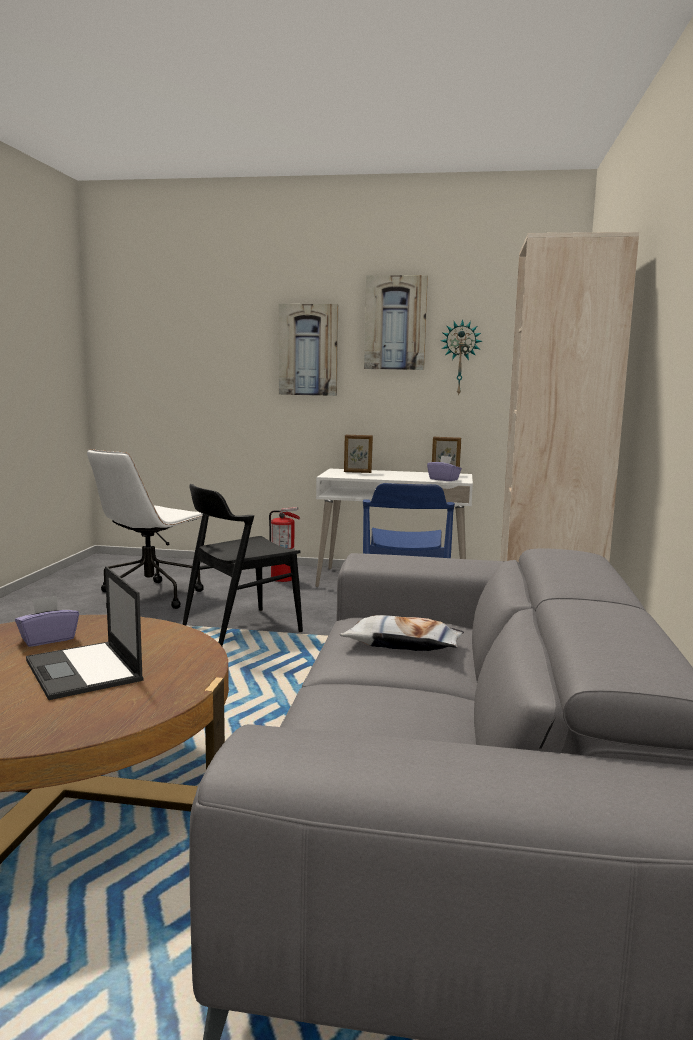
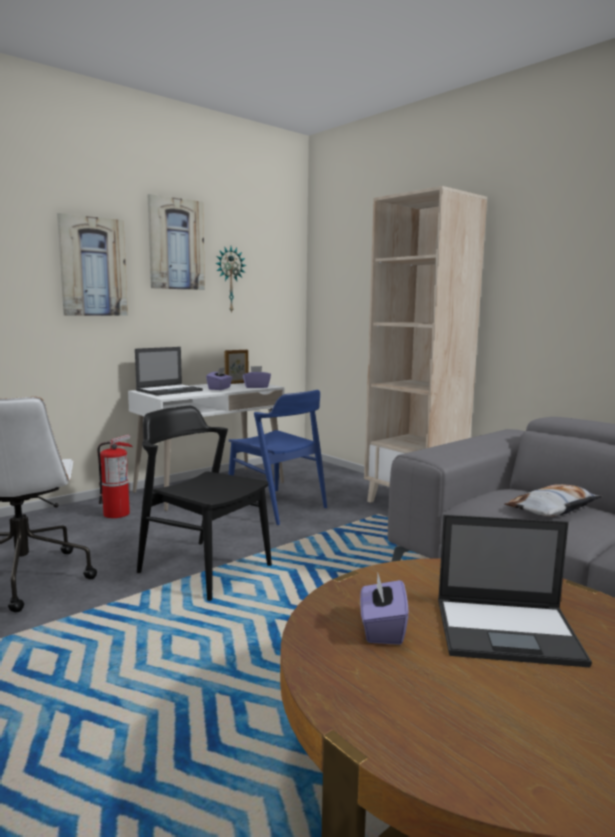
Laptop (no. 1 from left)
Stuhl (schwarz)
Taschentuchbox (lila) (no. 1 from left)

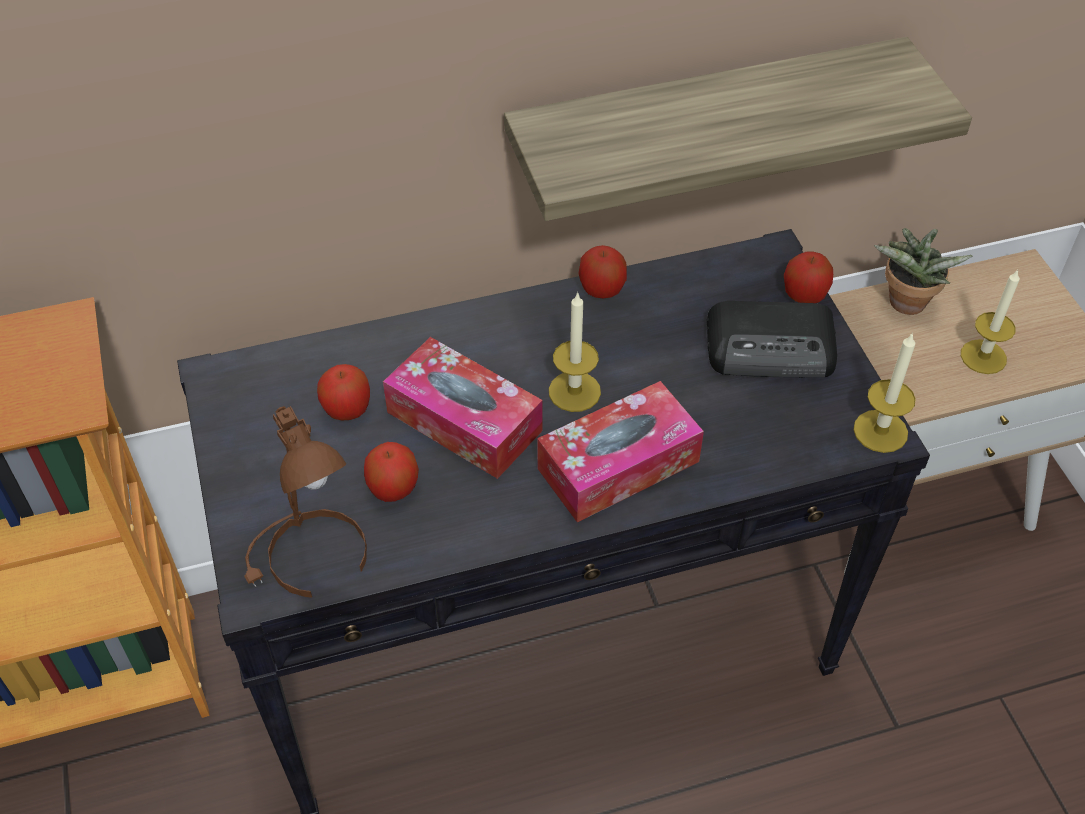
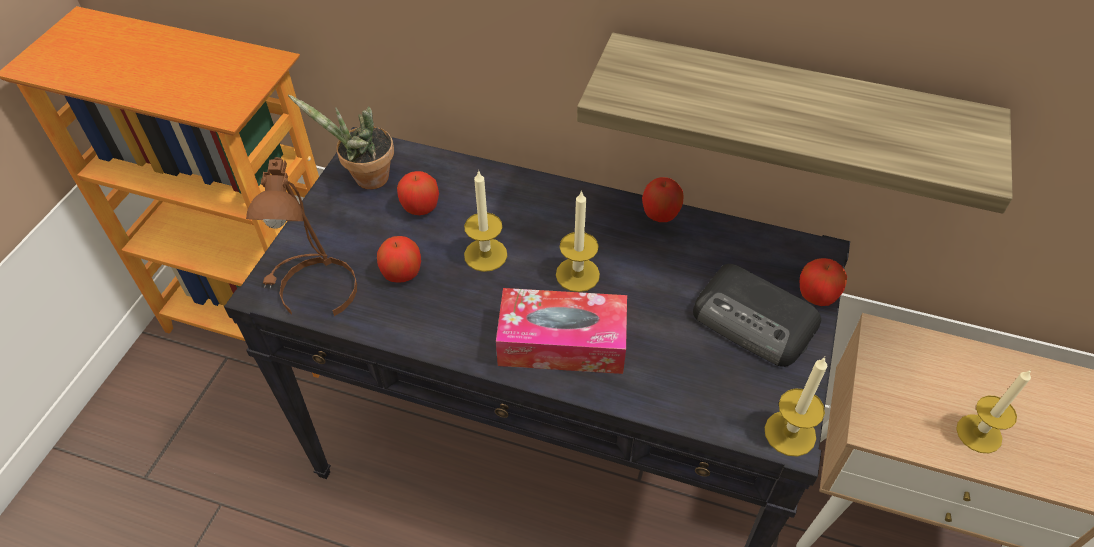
Topfpflanze
Kerze (no. 1 from left)

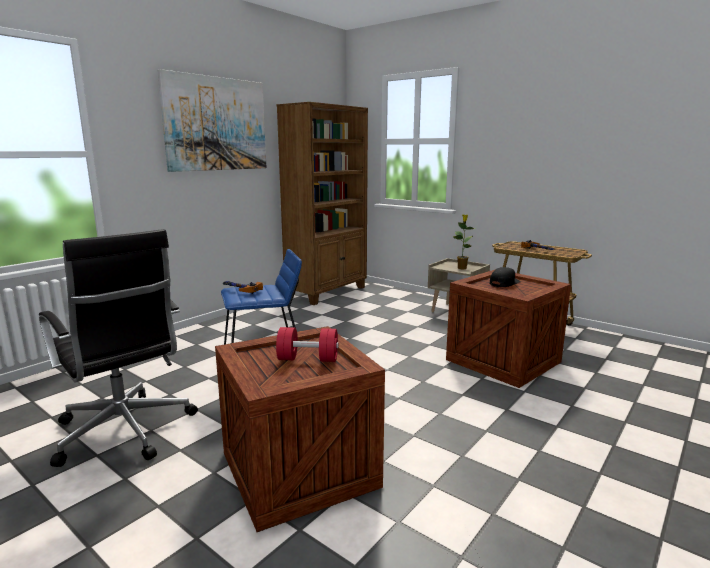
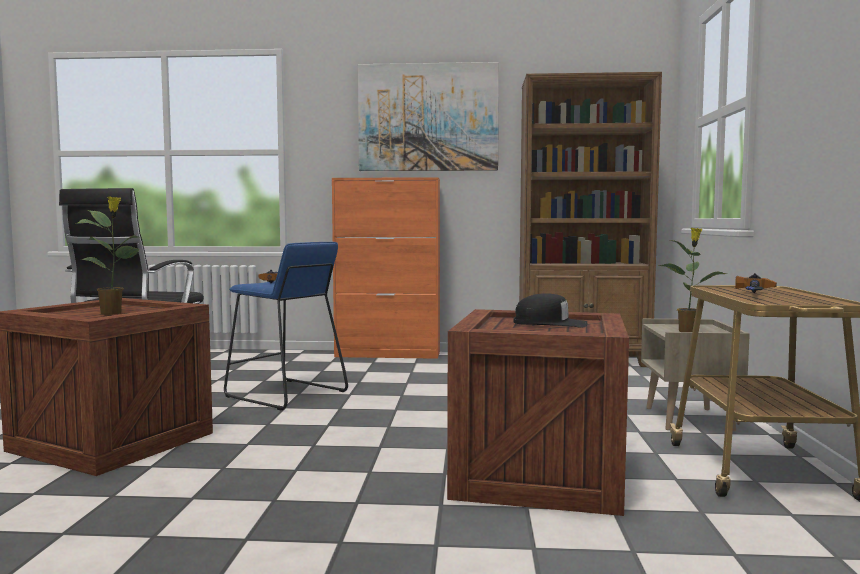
Topfpflanze (no. 1 from left)
Schrank (orange)

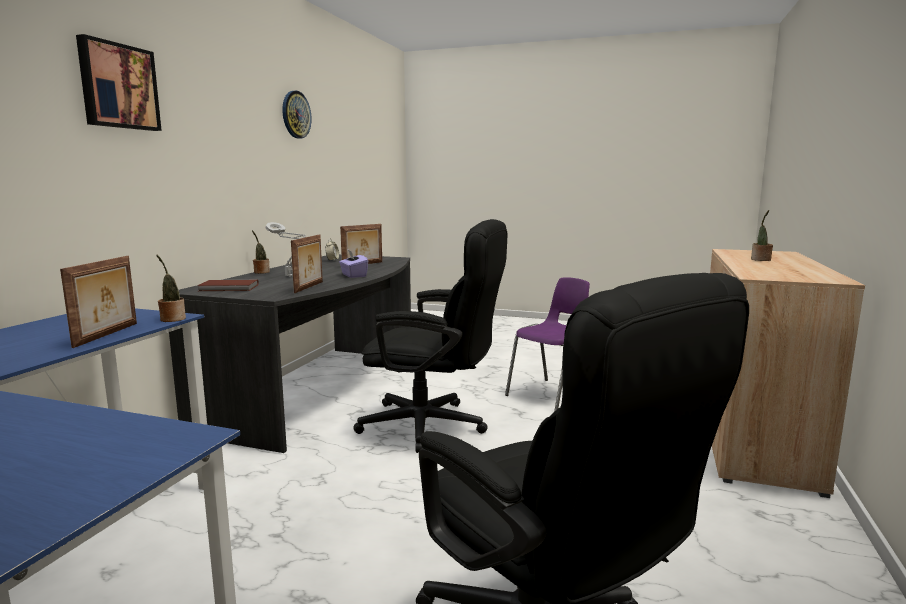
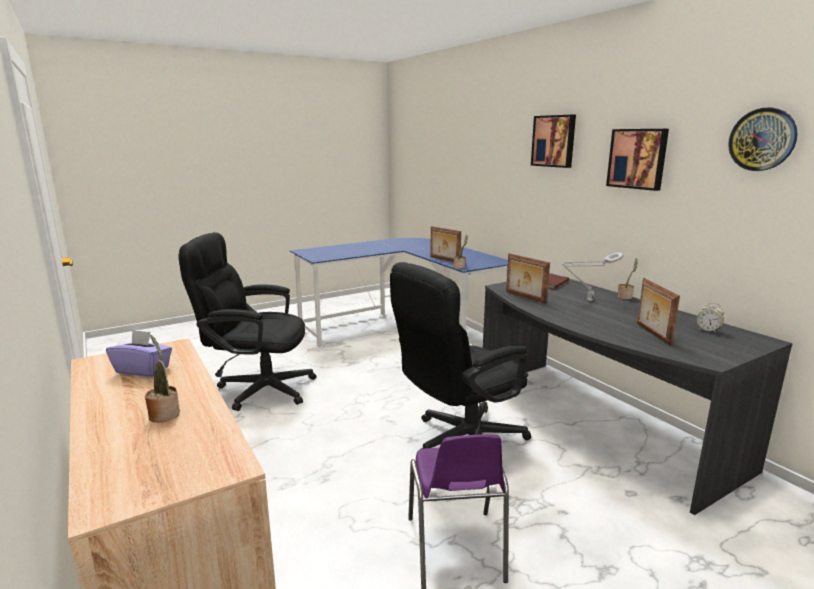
Taschentuchbox (lila)
Bild (no. 2 from left)

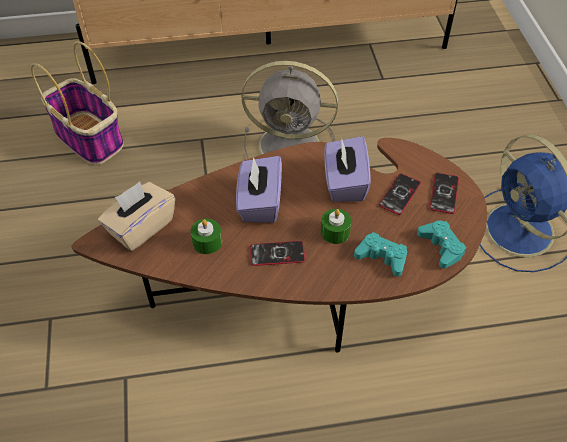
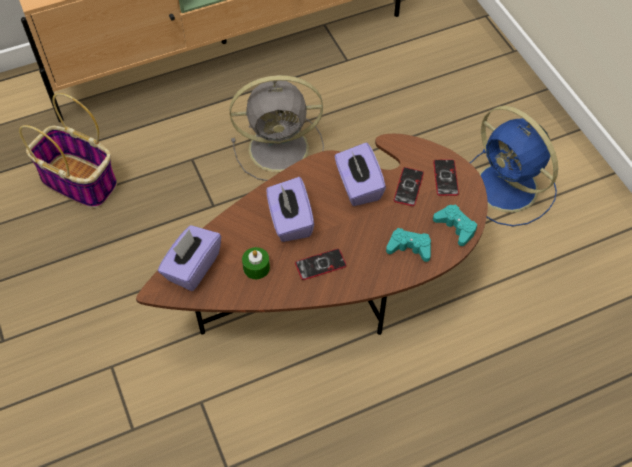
Taschentuchbox (lila) (no. 1 from left)
Kerze (grün) (no. 2 from left in the first image)

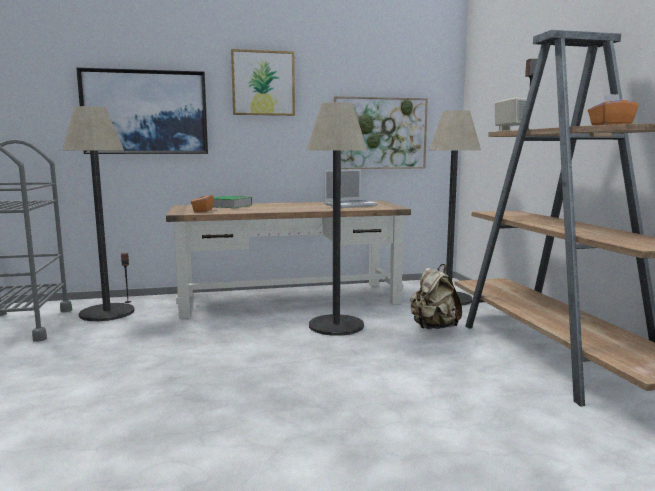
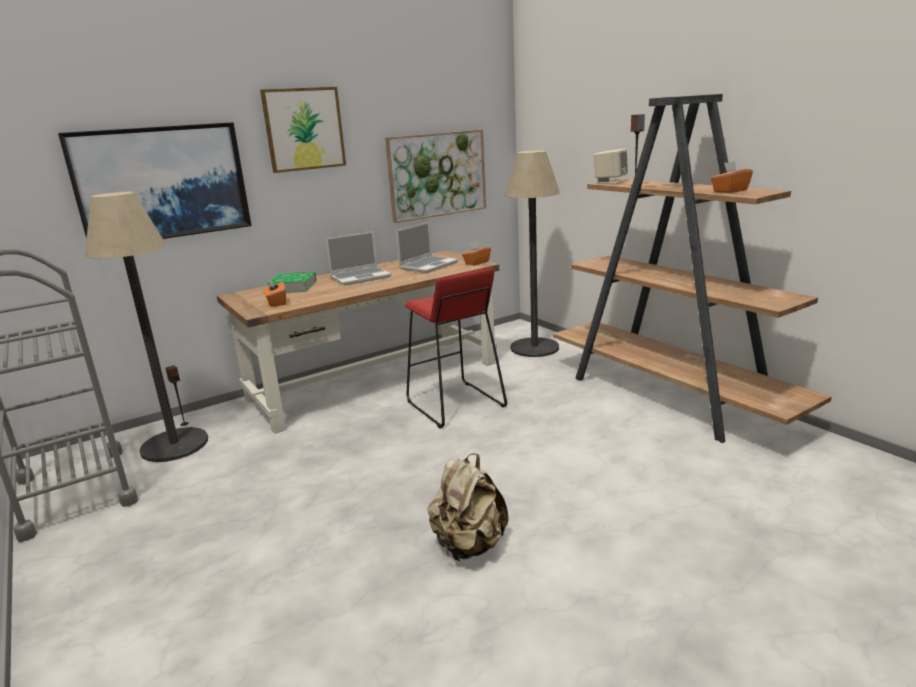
Hocker (rot)
Rucksack (beige)
Laptop (no. 1 from left)
Taschentuchbox (orange) (no. 2 from left)

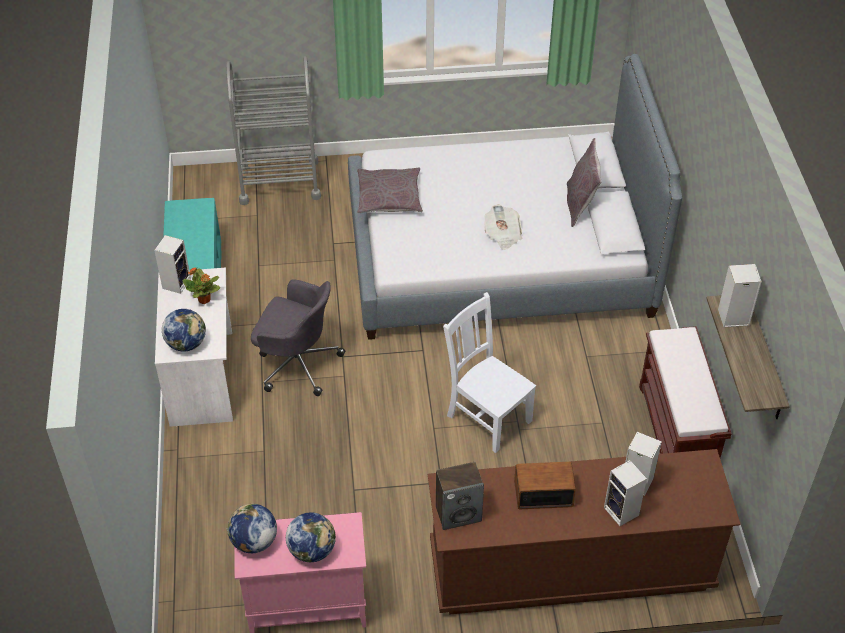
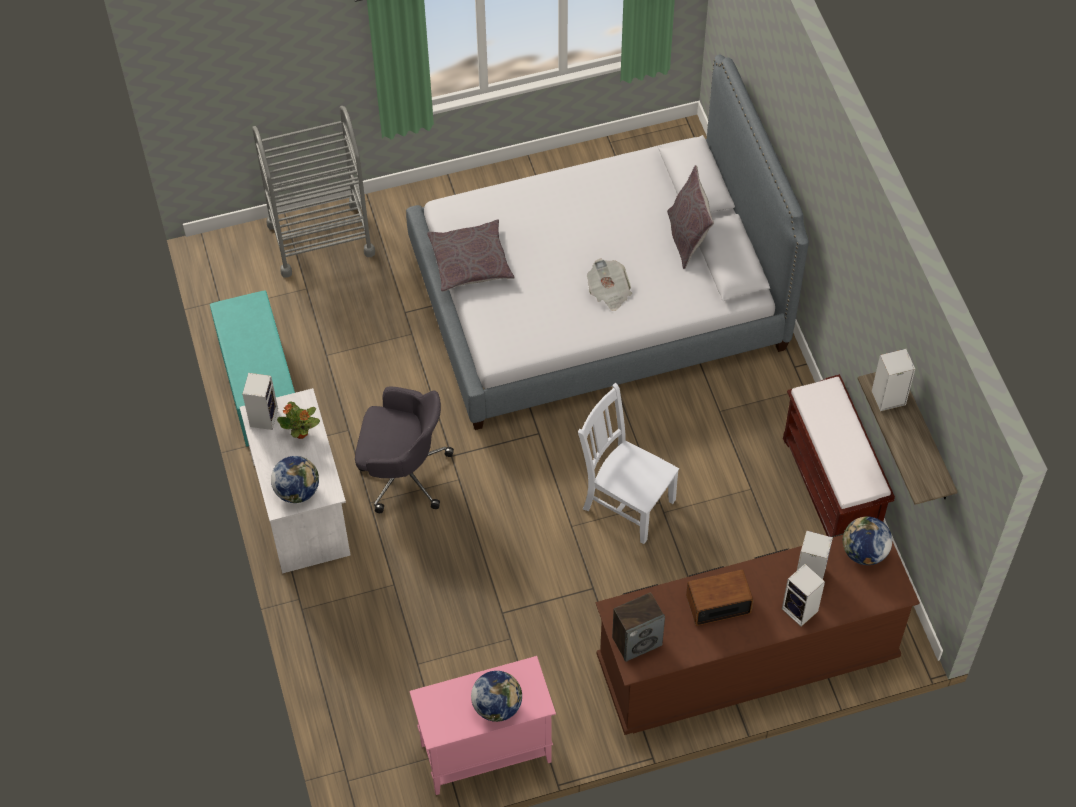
Globus (no. 3 from left)

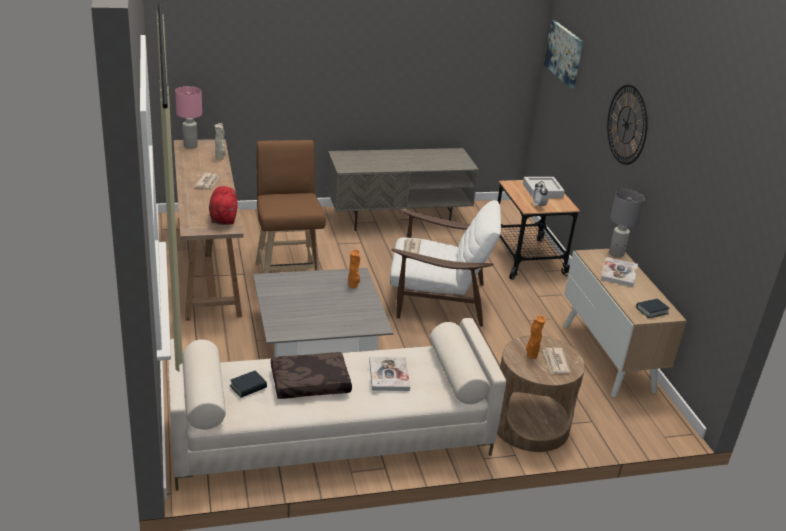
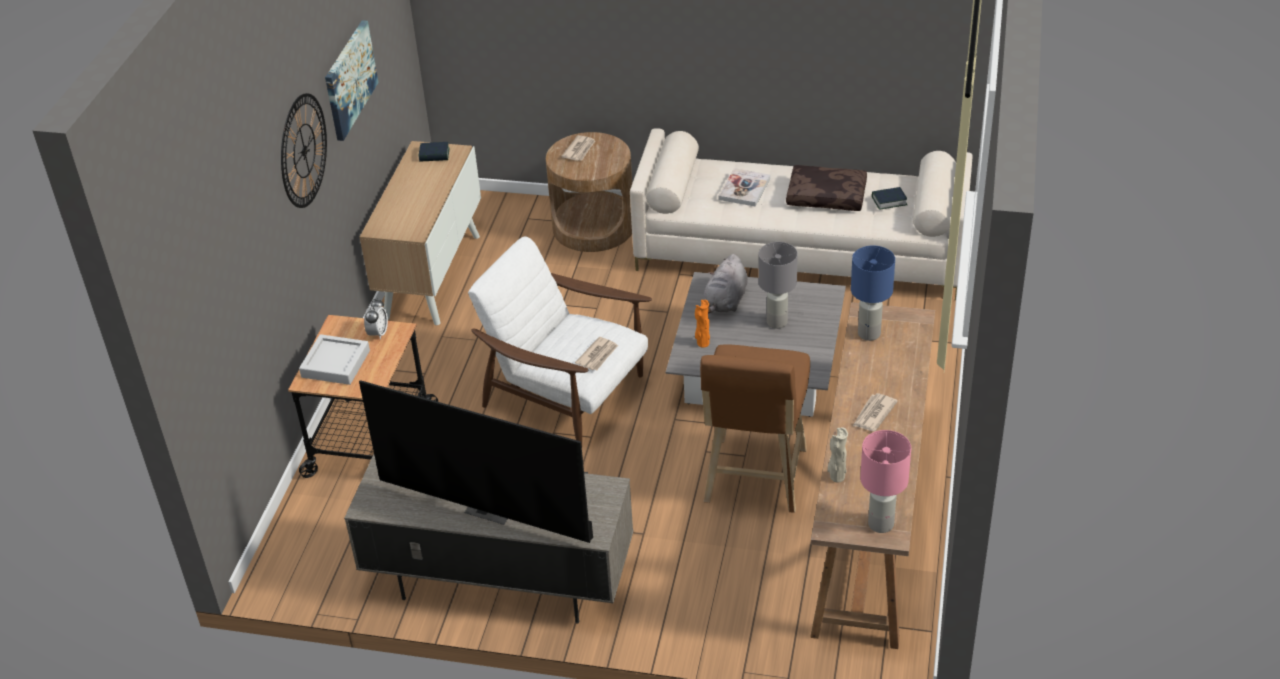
Bild
Tischlampe (blau)
Tischlampe (grau)
Buch (no. 3 from left in the first image)
Vase (orange) (no. 2 from left in the first image)
Plüschtier (grau)
Fernseher

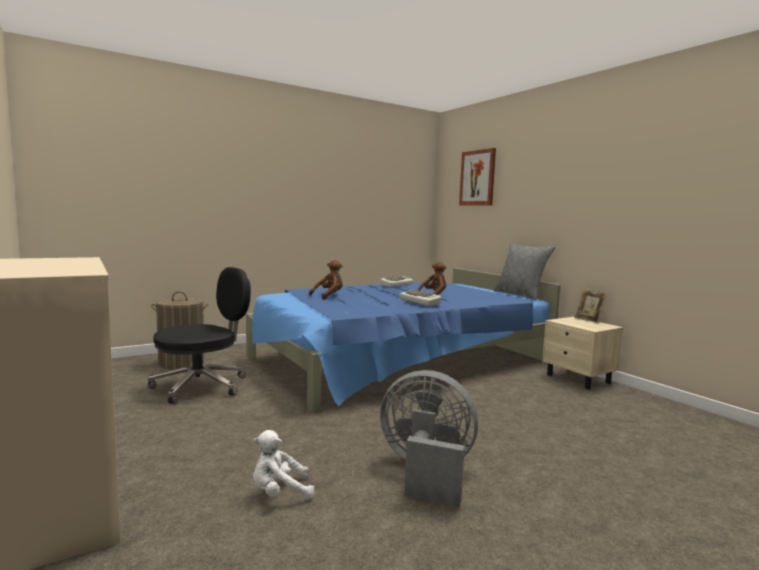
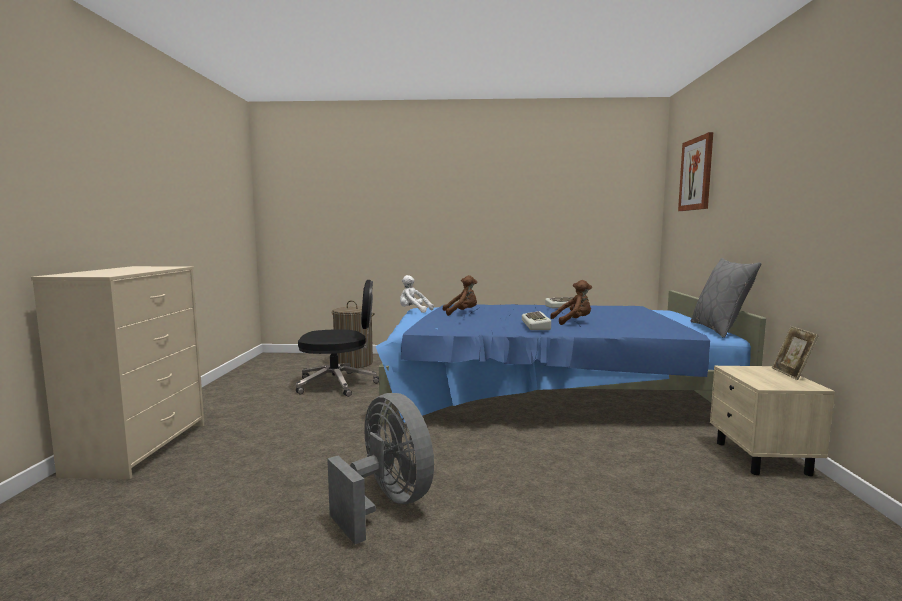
Plüschtier (weiß)

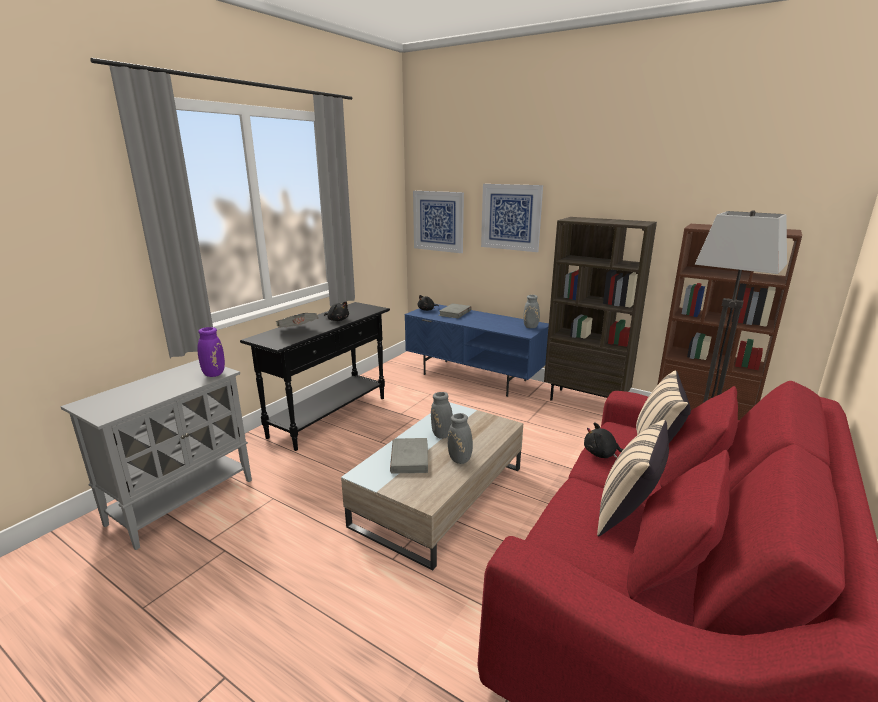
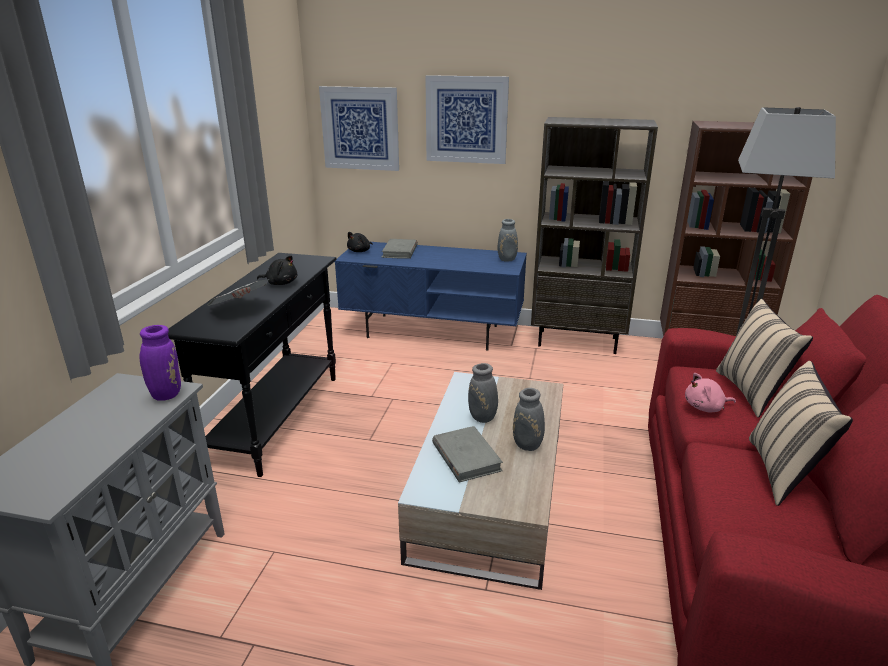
Plüschtier (rosa)

